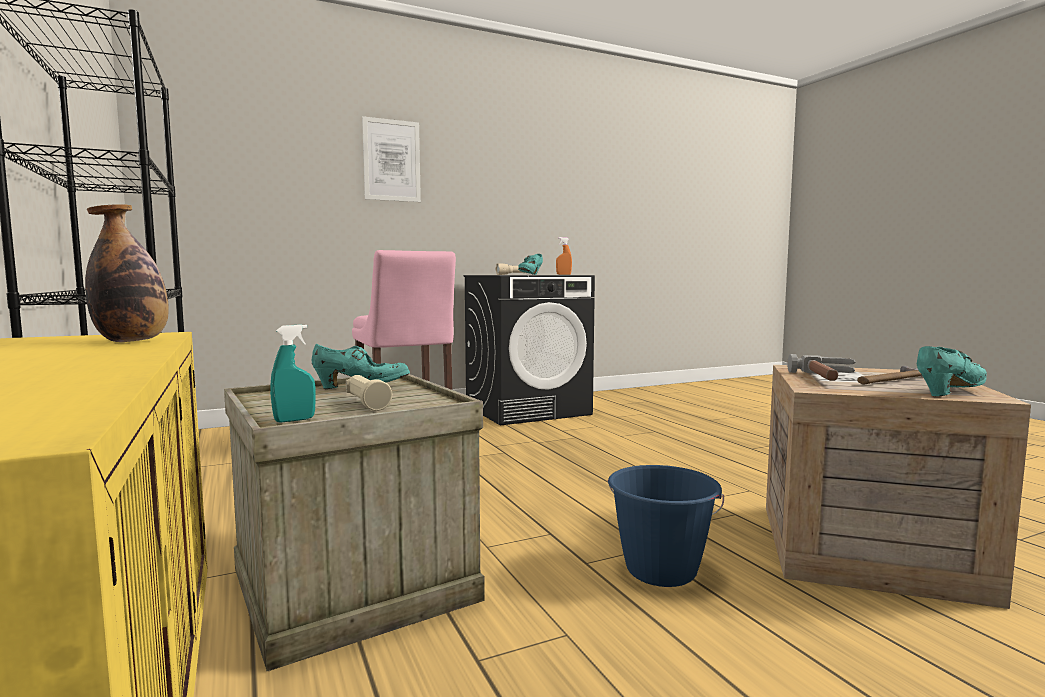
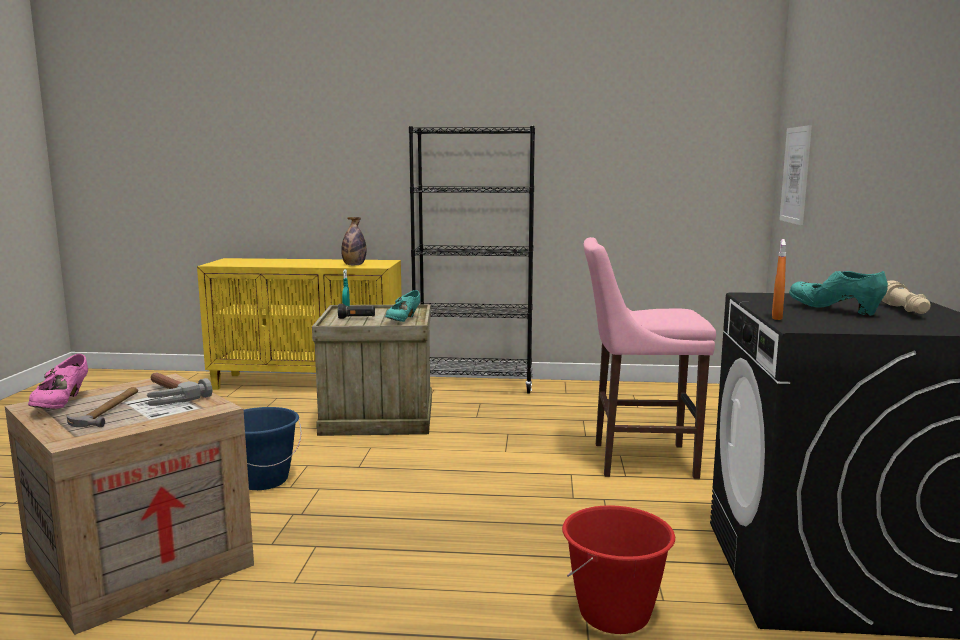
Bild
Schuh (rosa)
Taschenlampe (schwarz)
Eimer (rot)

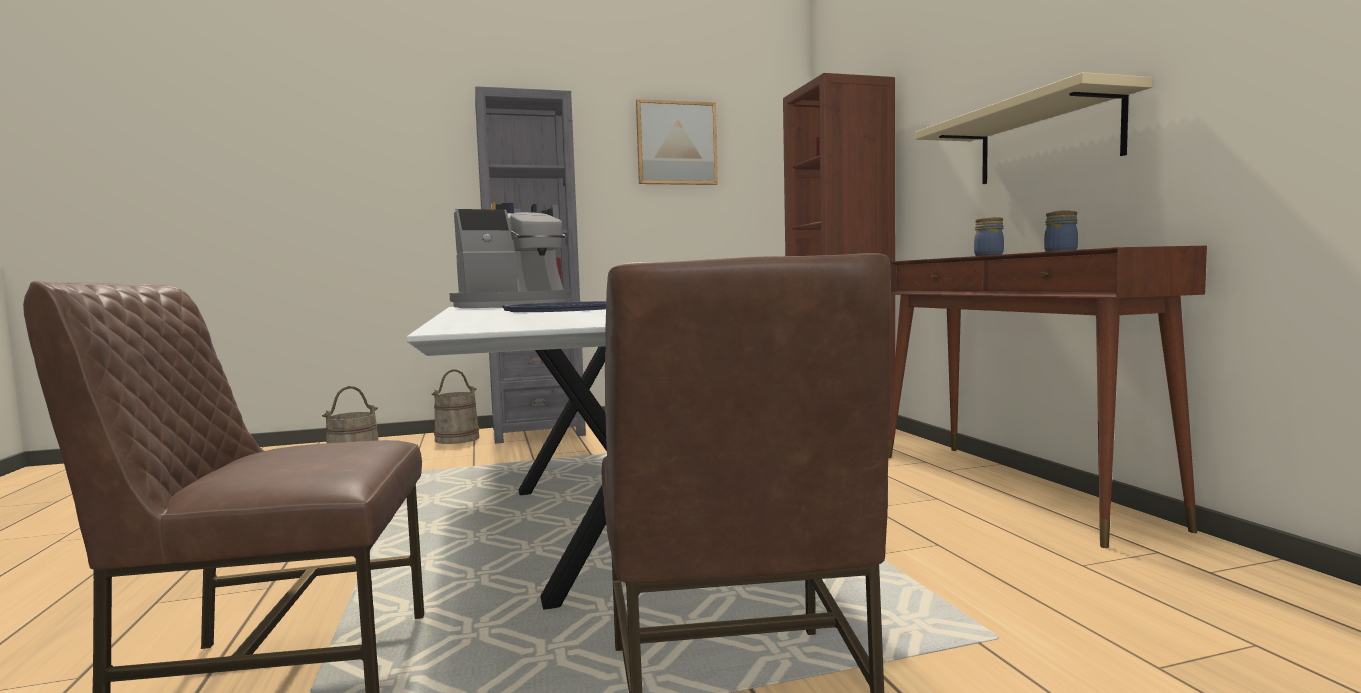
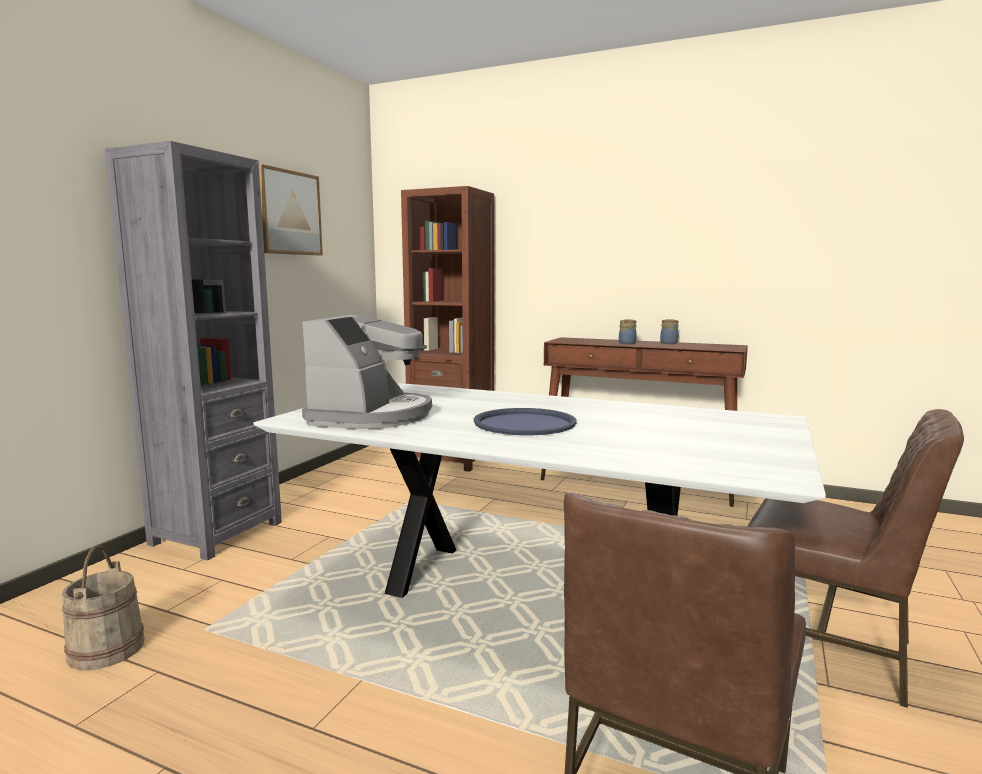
Wandregal (beige)
Eimer (beige) (no. 2 from left in the first image)

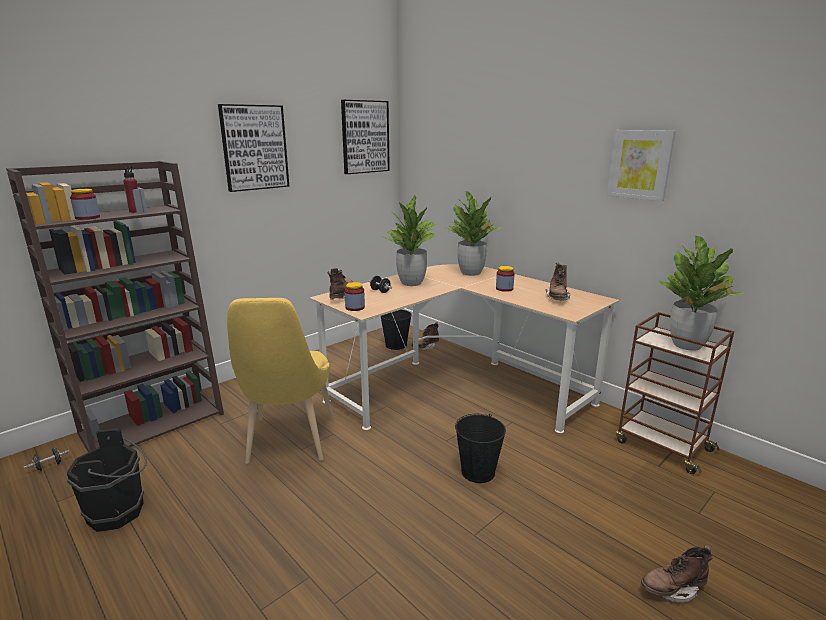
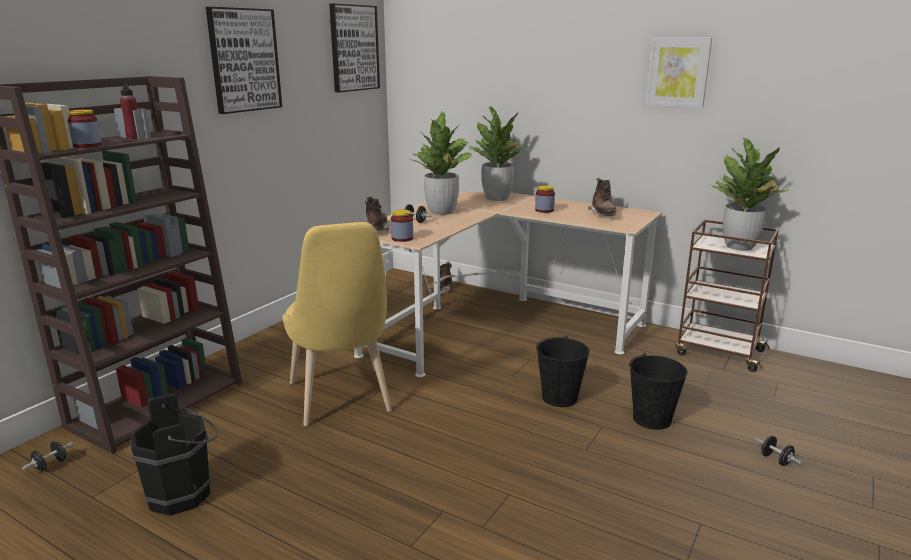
Eimer (schwarz) (no. 3 from left)
Hantel (schwarz) (no. 3 from left)

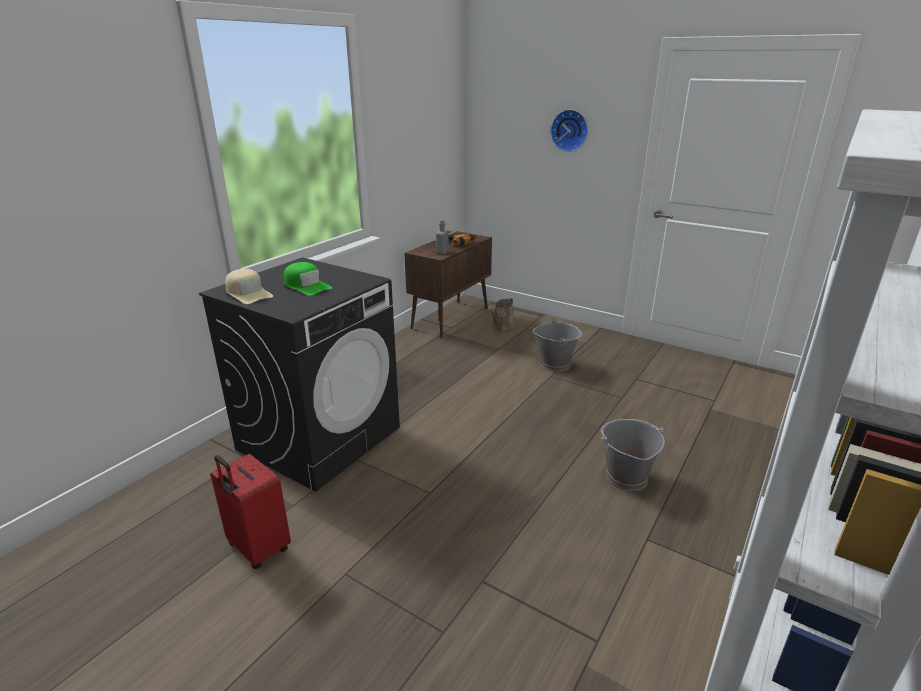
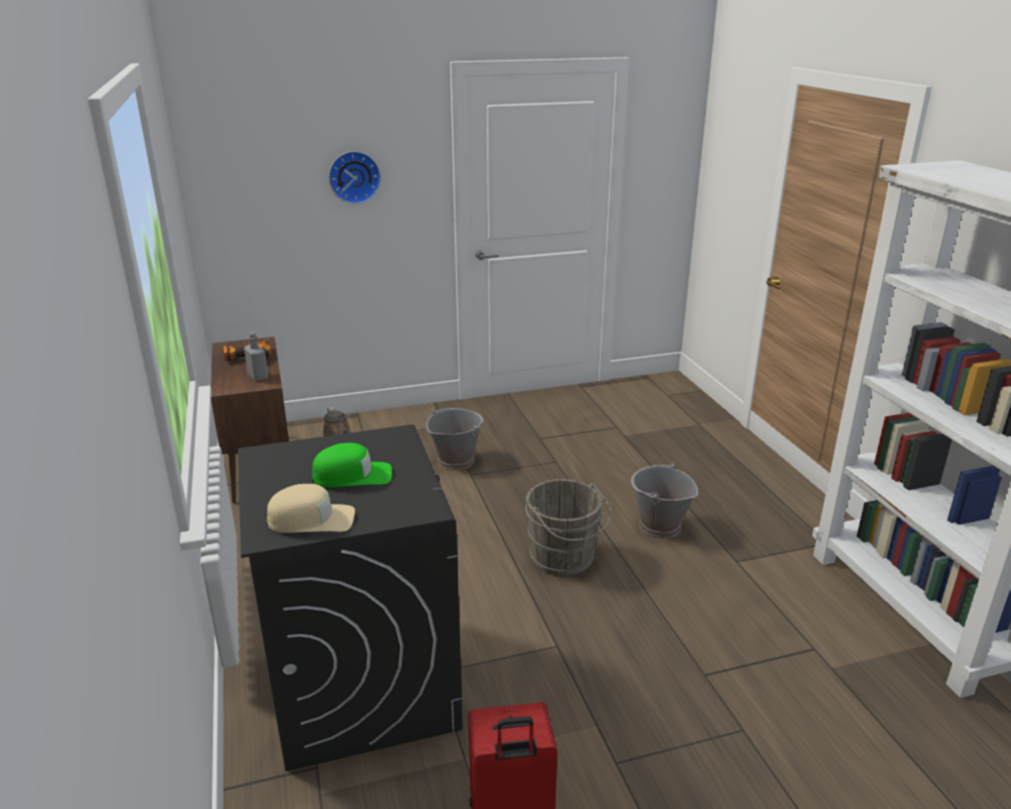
Eimer (grau) (no. 2 from left)

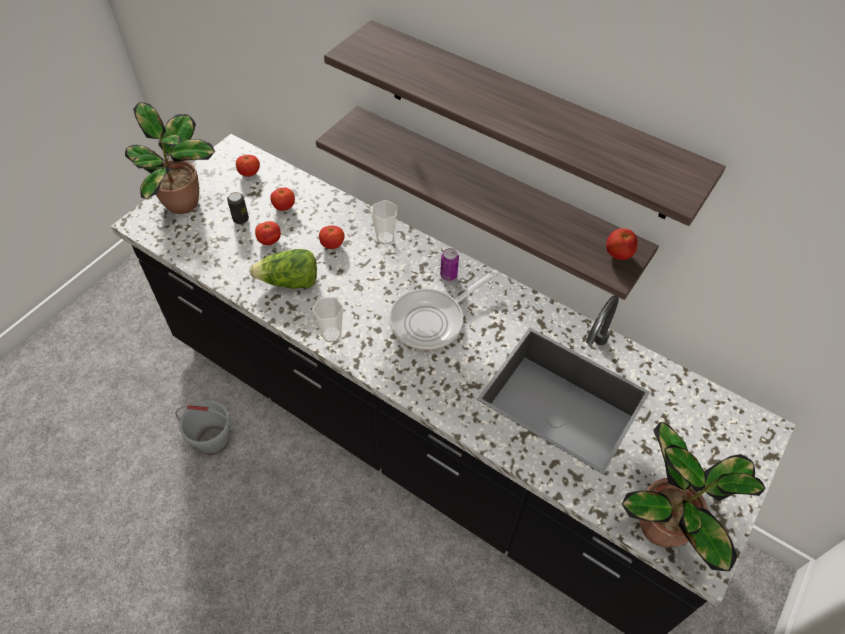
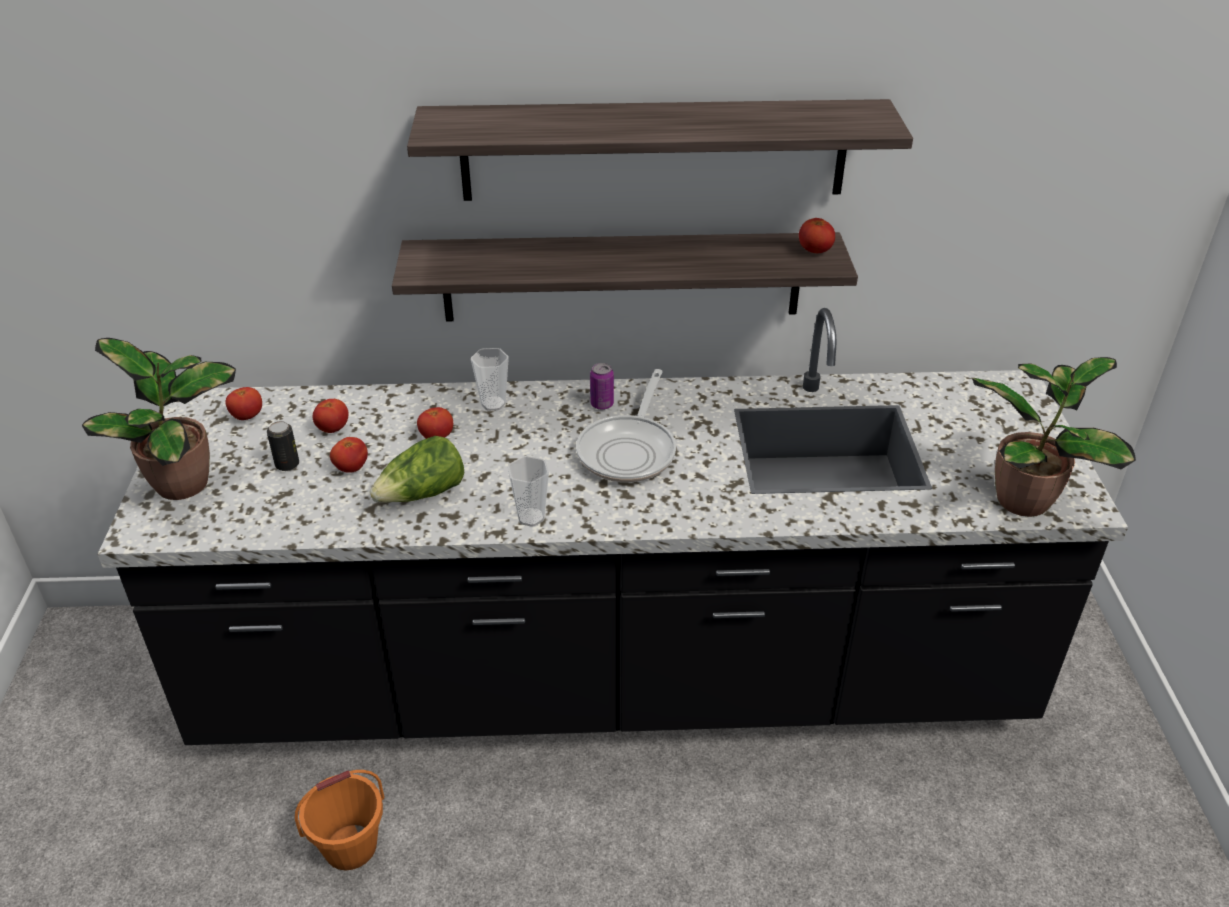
Eimer (orange)

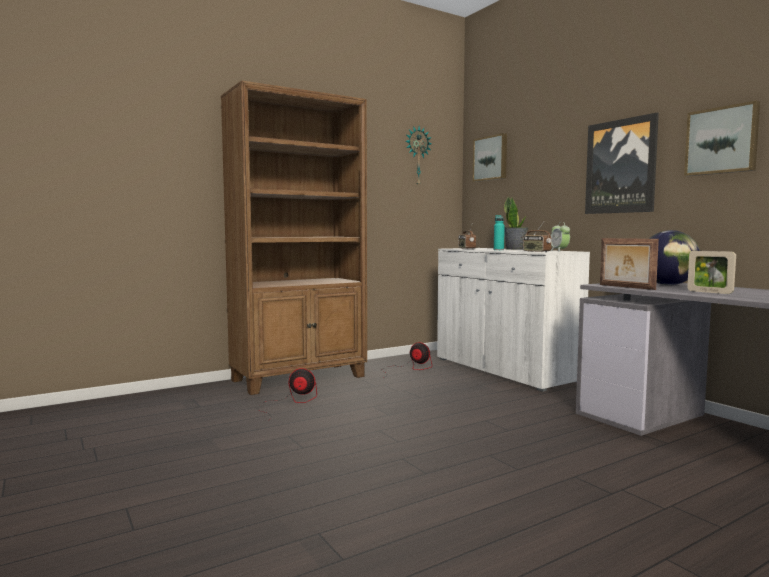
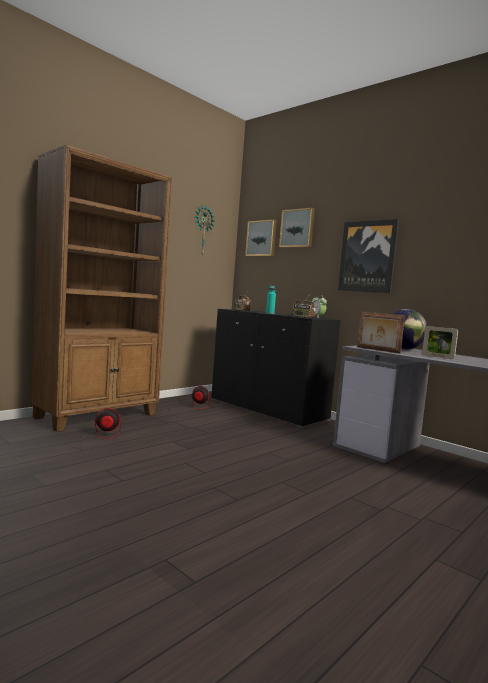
Bild (no. 2 from left)
Topfpflanze
Schrank (schwarz)

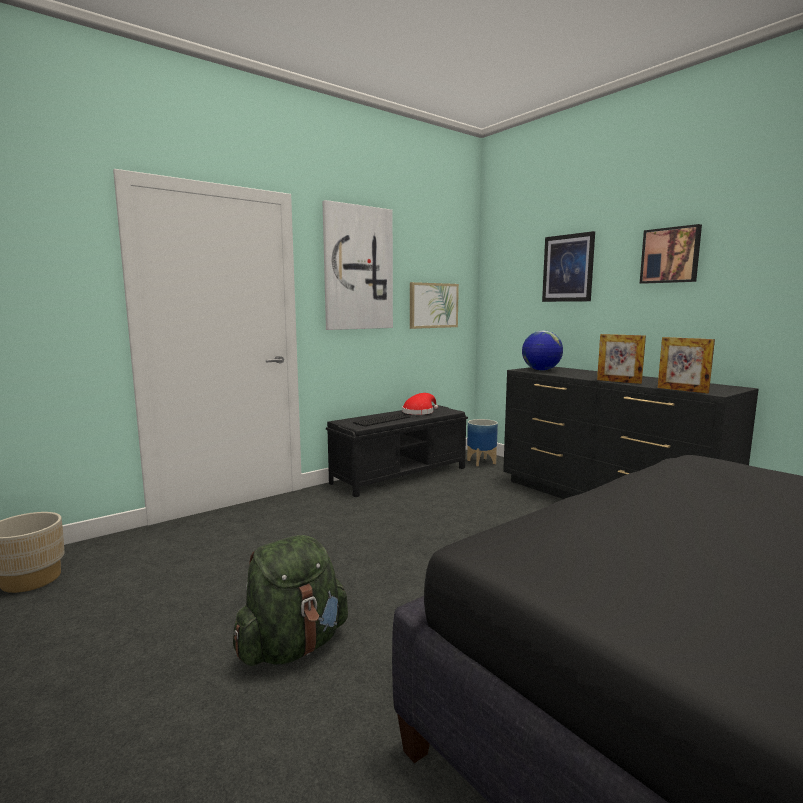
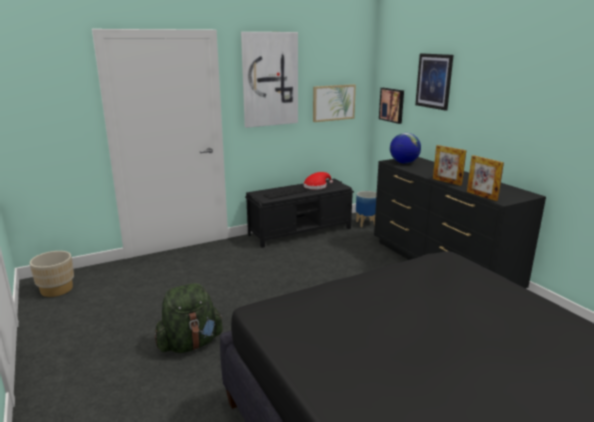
Bild (no. 3 from left)

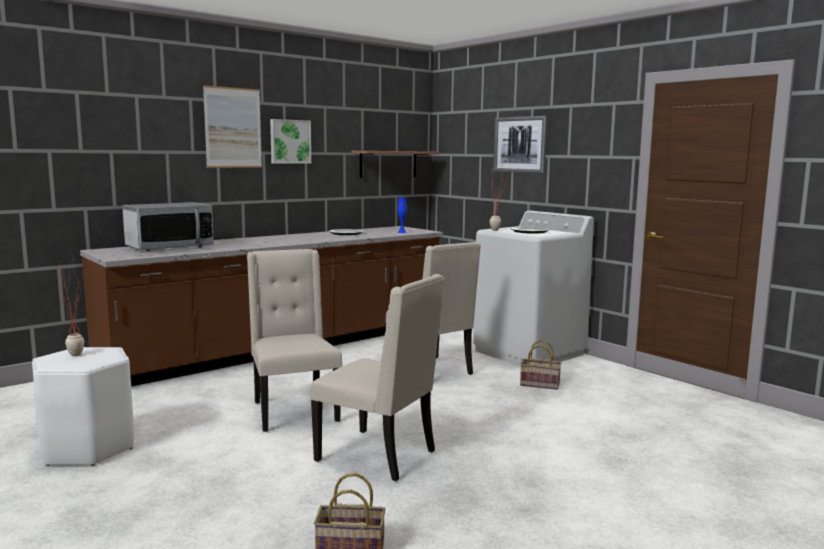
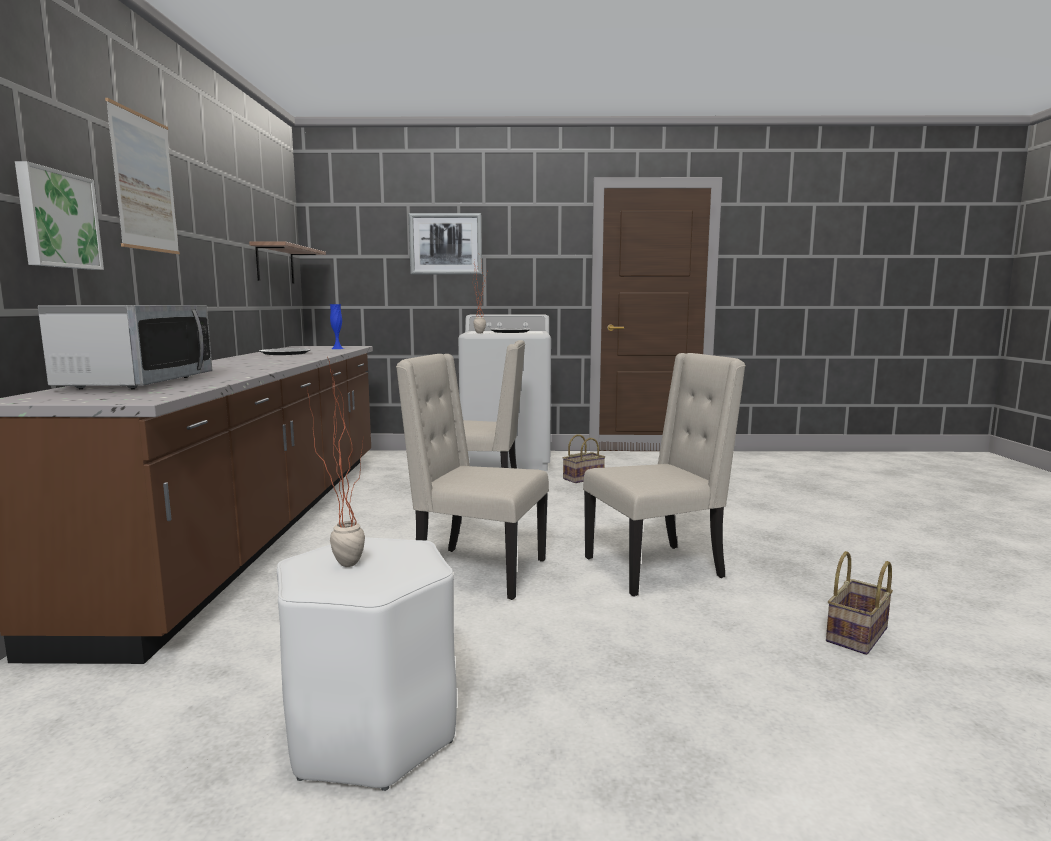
Bild (no. 1 from left)

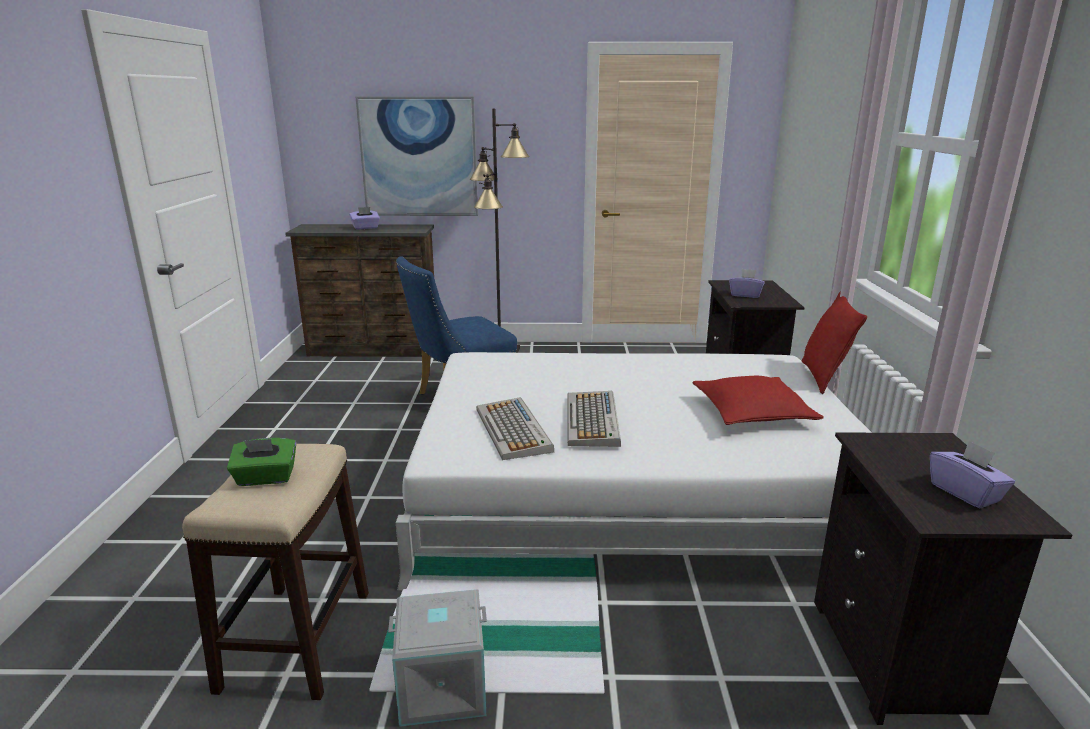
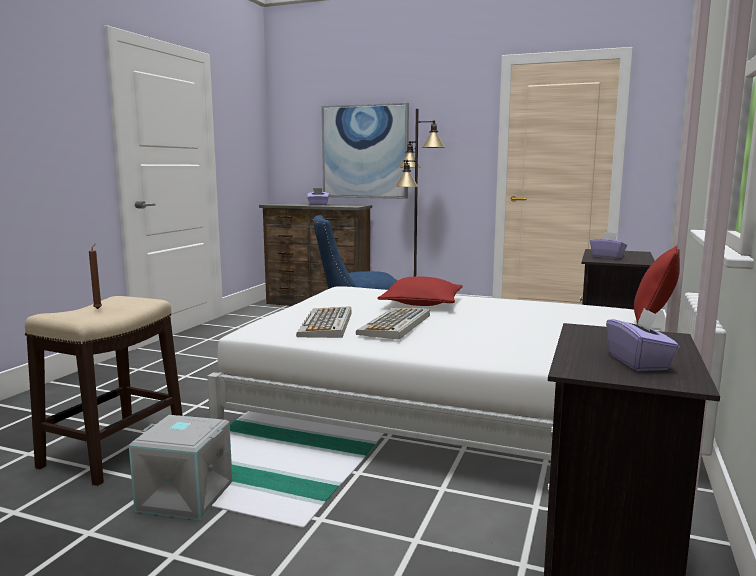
Kissen (rot) (no. 1 from left)
Kerze (braun)

